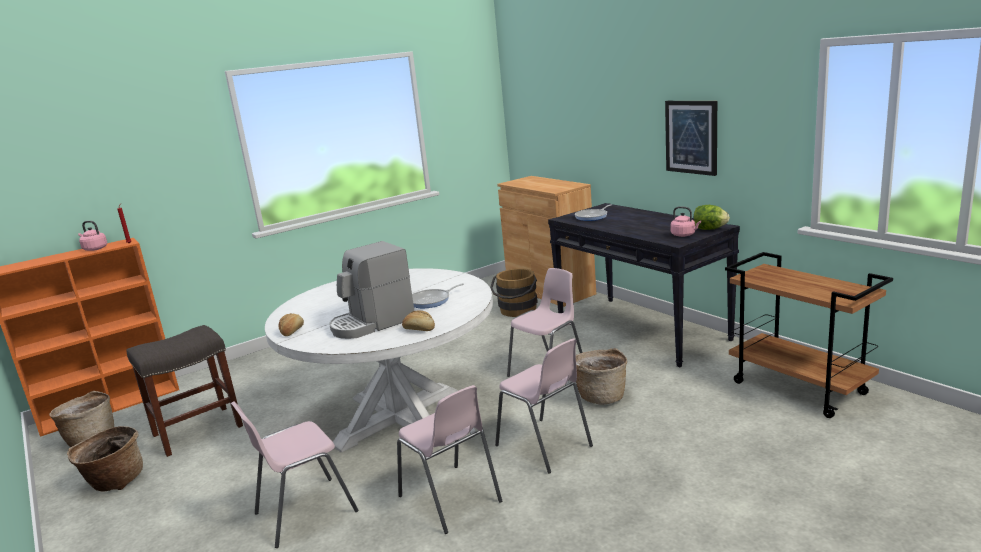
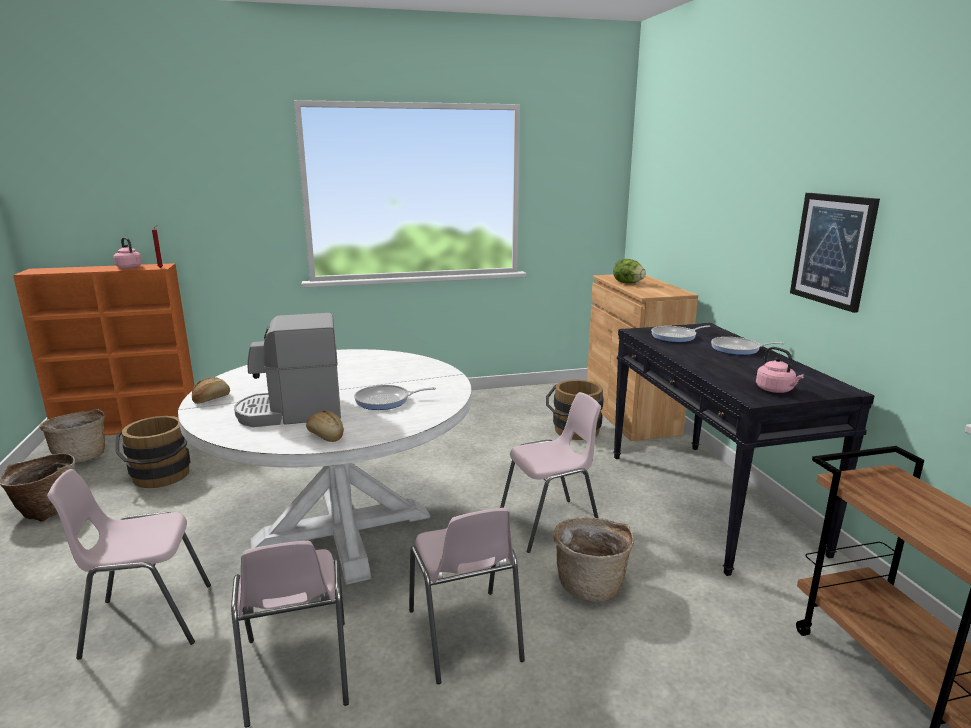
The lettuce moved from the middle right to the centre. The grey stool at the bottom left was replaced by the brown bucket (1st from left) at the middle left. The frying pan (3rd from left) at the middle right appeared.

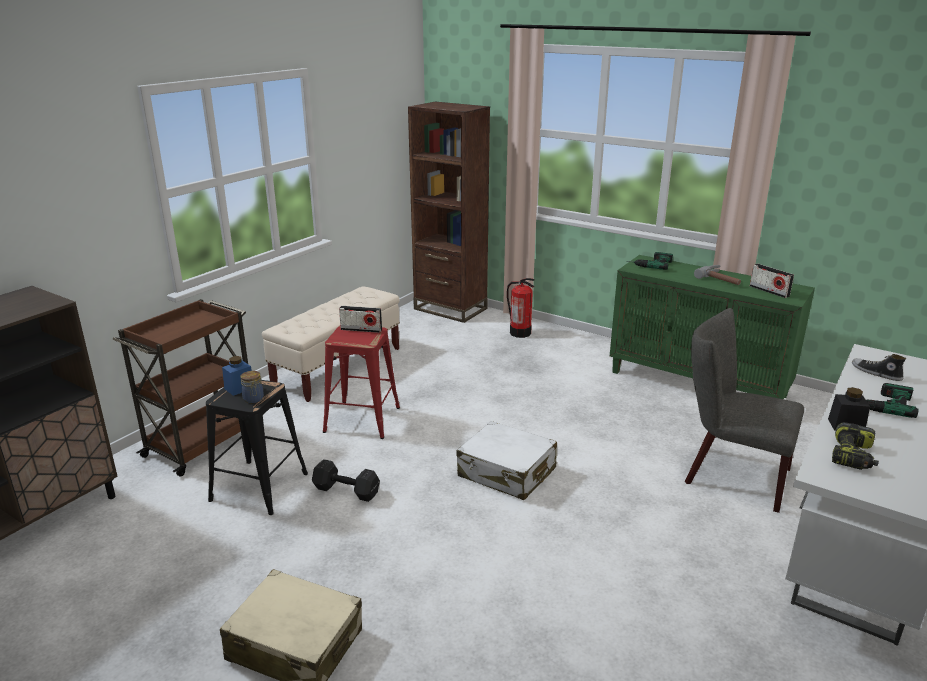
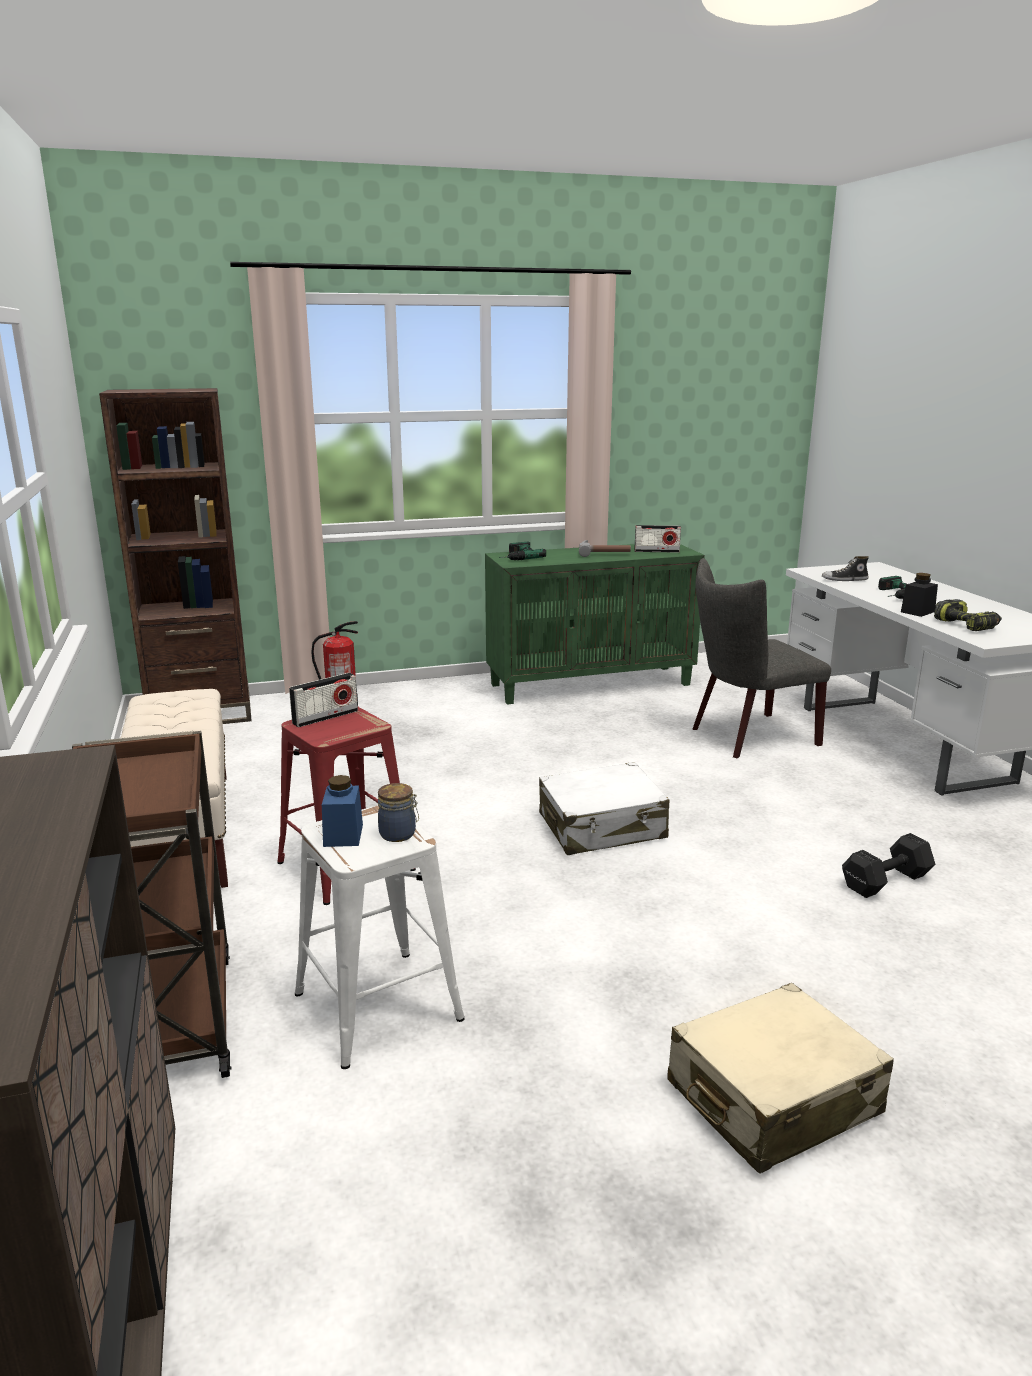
The black stool at the middle left became the white stool at the bottom centre. The black dumbbell moved from the bottom centre to the middle right.

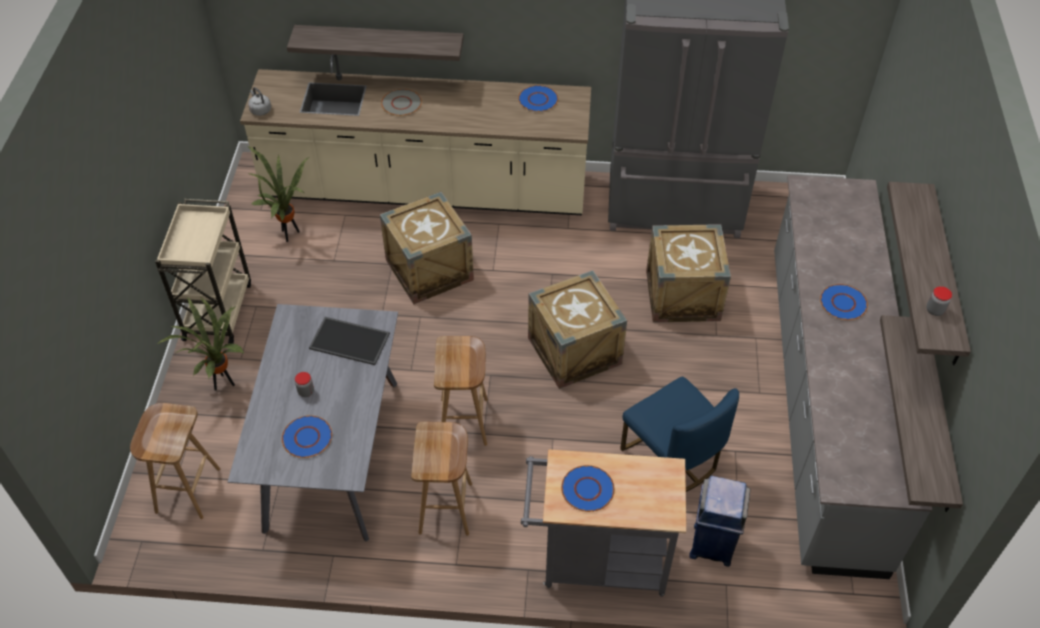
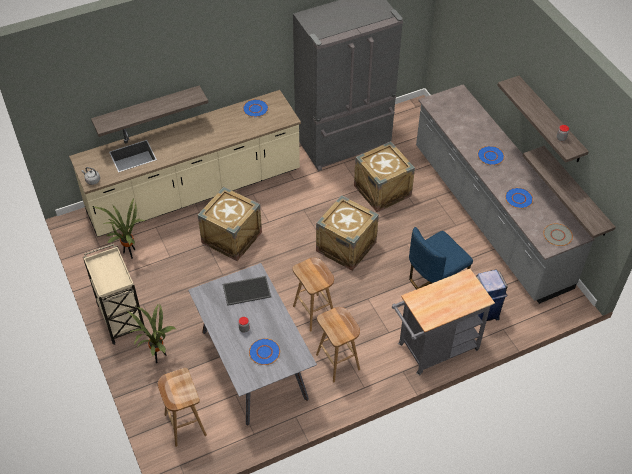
The grey plate moved from the top centre to the middle right. The blue chair at the bottom centre turned 120 degrees clockwise. The blue plate (3rd from left in the first image) moved from the bottom centre to the middle right.

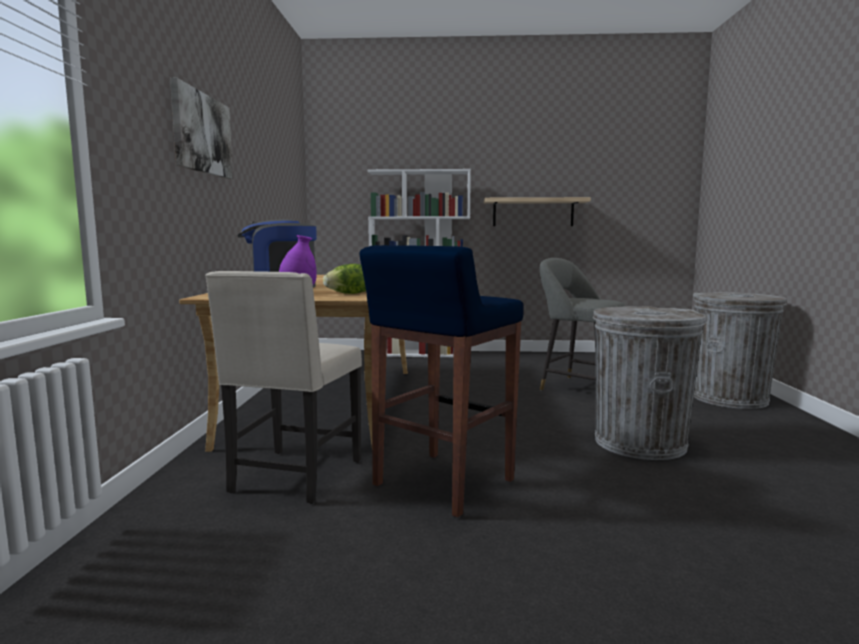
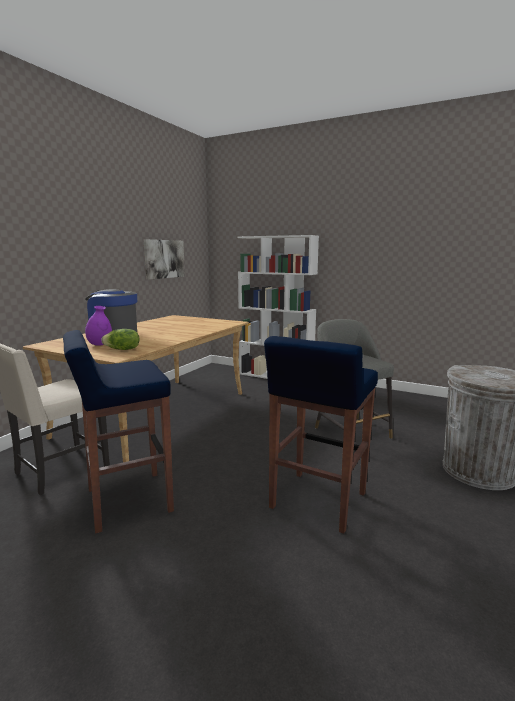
The picture moved from the top left to the middle left. The shelf at the top centre disappeared. The grey trash can (1st from left) at the middle right was replaced by the blue stool (2nd from left) at the centre.

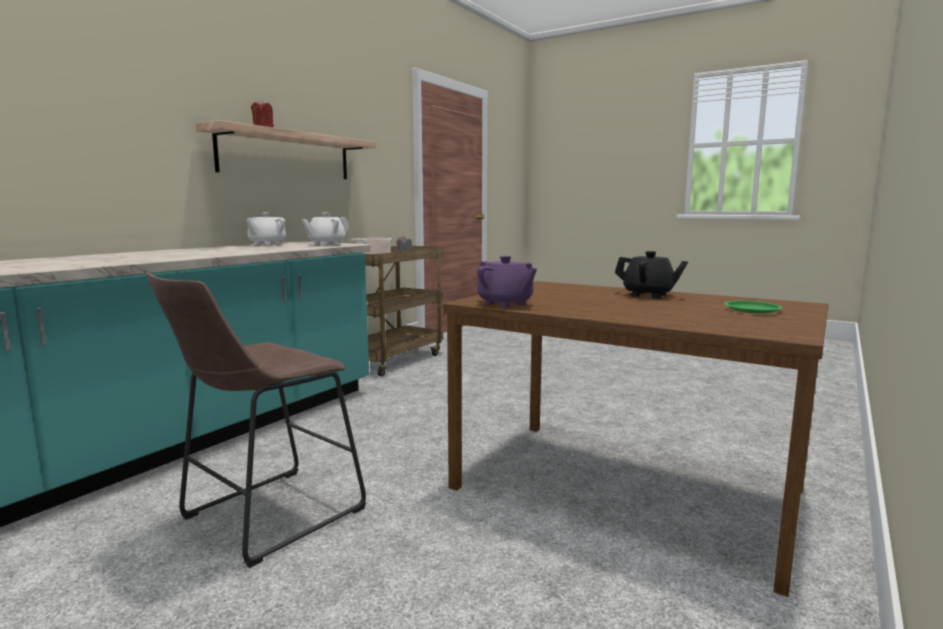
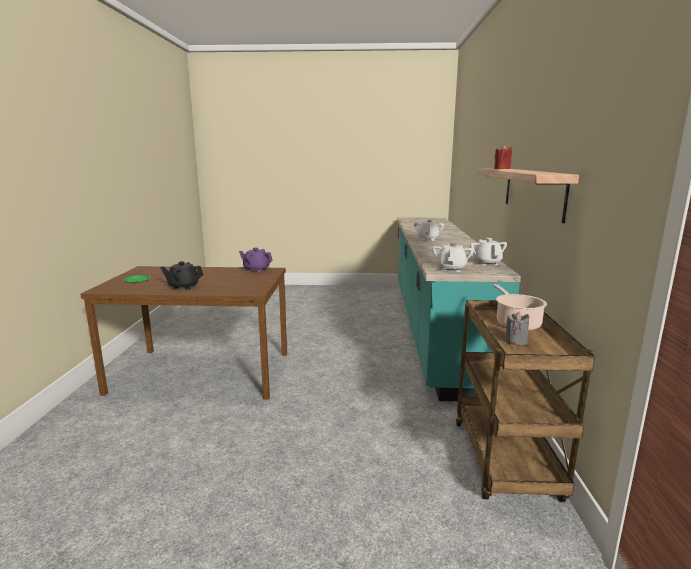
The brown stool at the bottom left disappeared. The white teapot (1st from left) at the centre appeared.

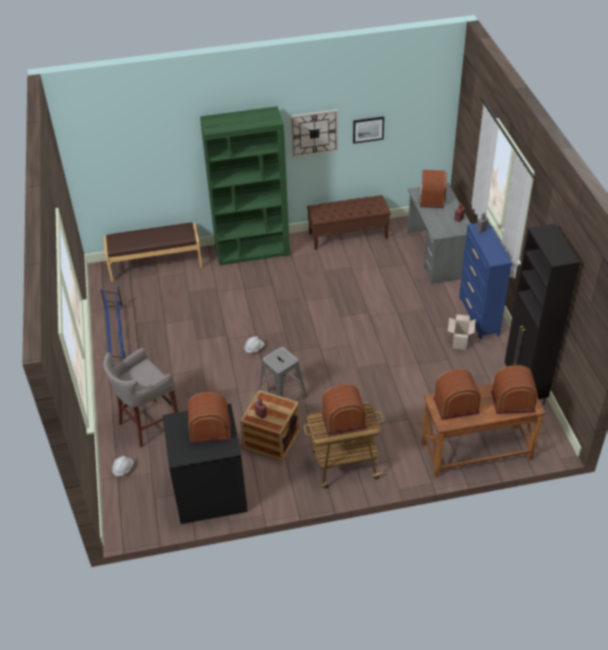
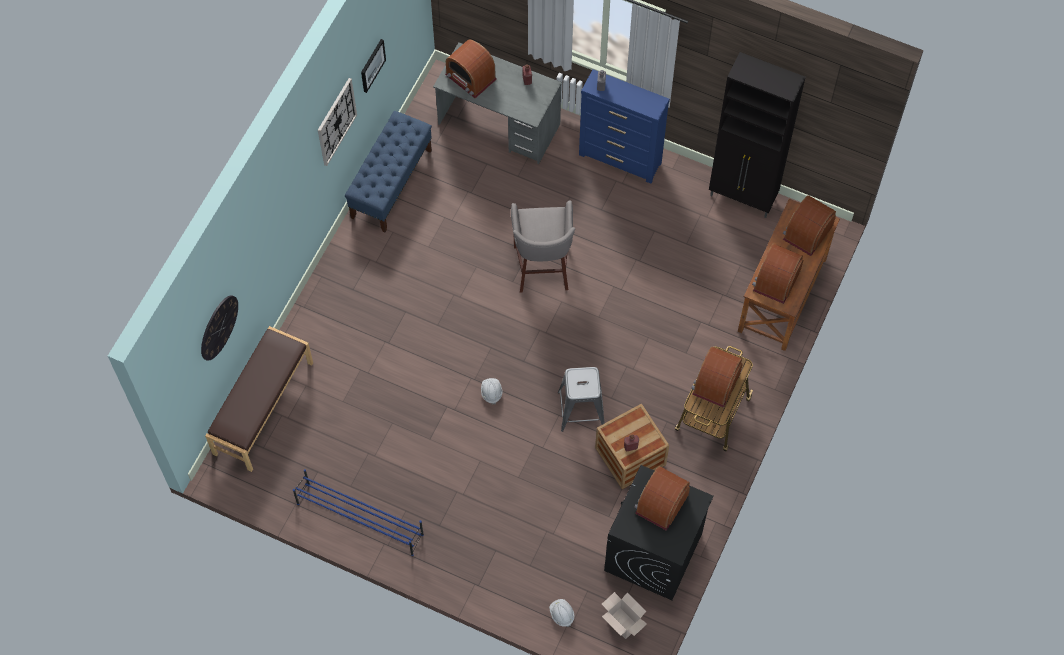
The green bookcase at the top centre disappeared. The brown bench (2nd from left) at the centre became the blue bench at the top centre. The cardboard box moved from the middle right to the bottom centre. The grey stool (1st from left) moved from the middle left to the centre. The wall clock (1st from left) at the middle left appeared.

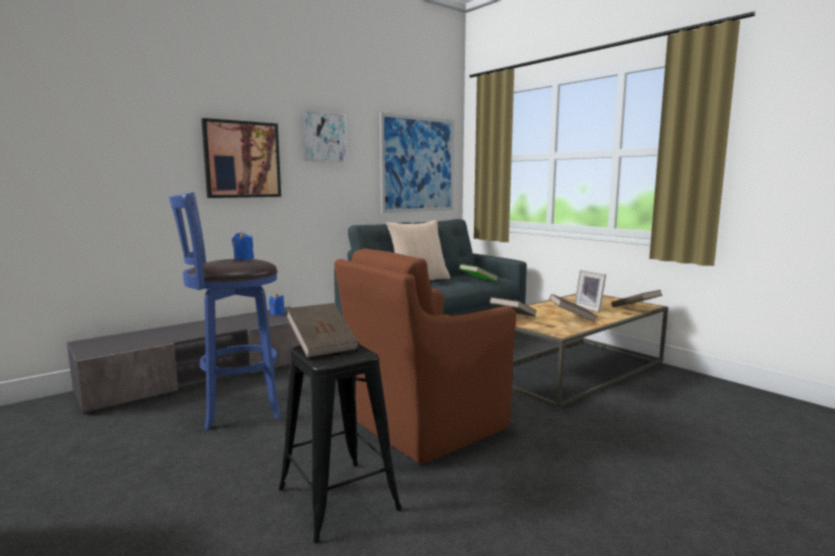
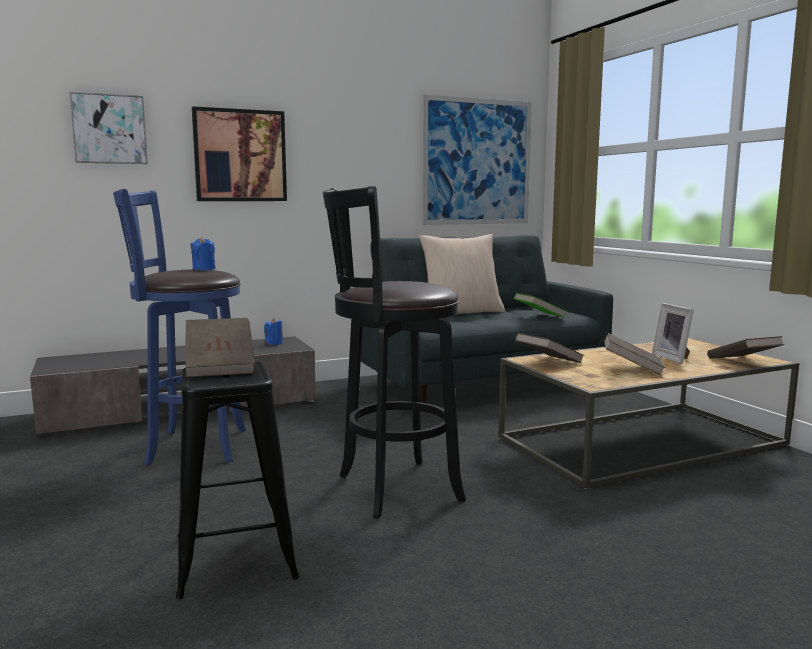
The picture (2nd from left in the first image) moved from the top centre to the top left. The brown armchair at the centre was replaced by the black stool (2nd from left) at the centre.

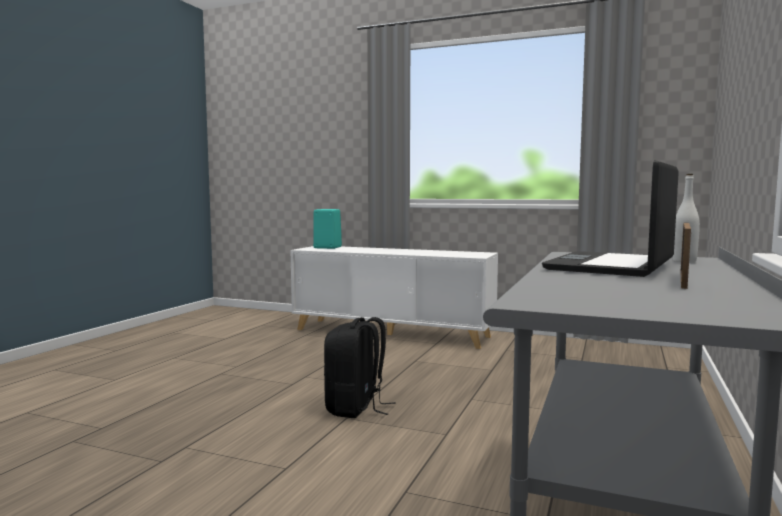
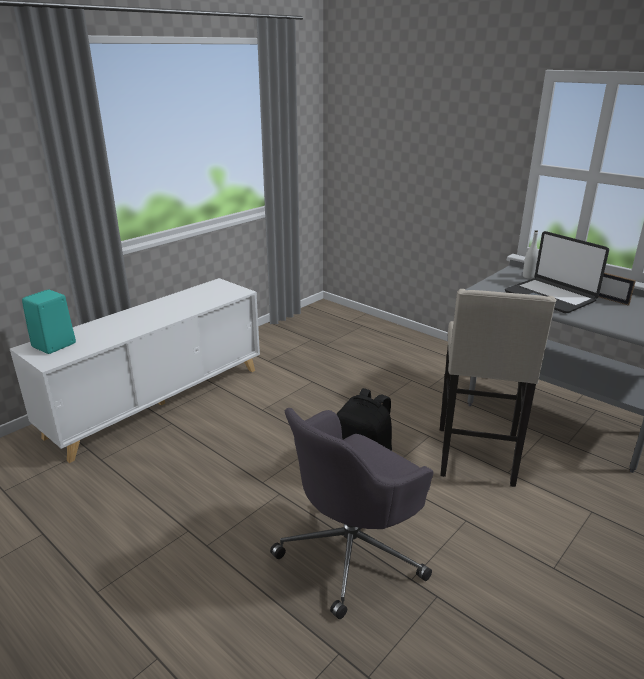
The beige stool at the middle right appeared. The grey office chair at the bottom centre appeared.

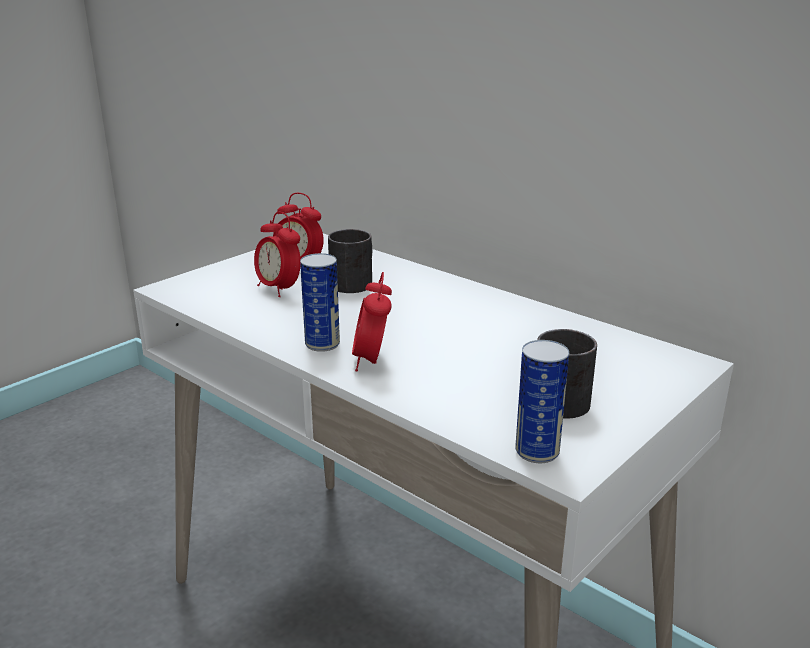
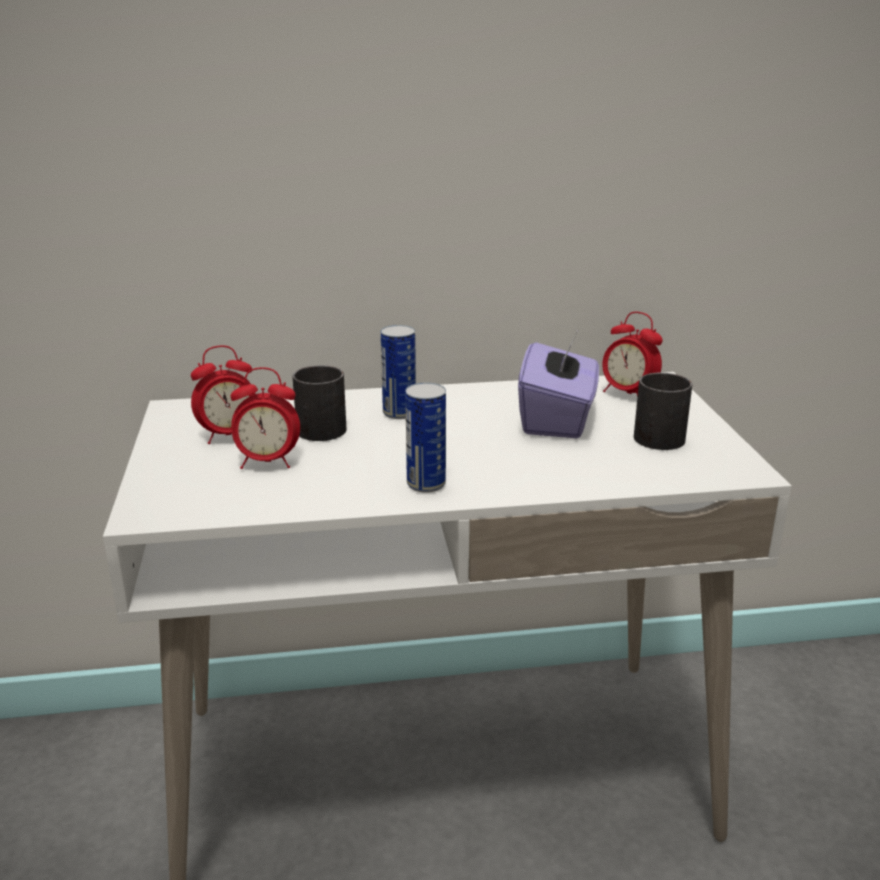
The alarm clock (3rd from left) moved from the centre to the middle right. The can (2nd from left in the first image) moved from the middle right to the centre. The purple tissue box at the centre appeared.

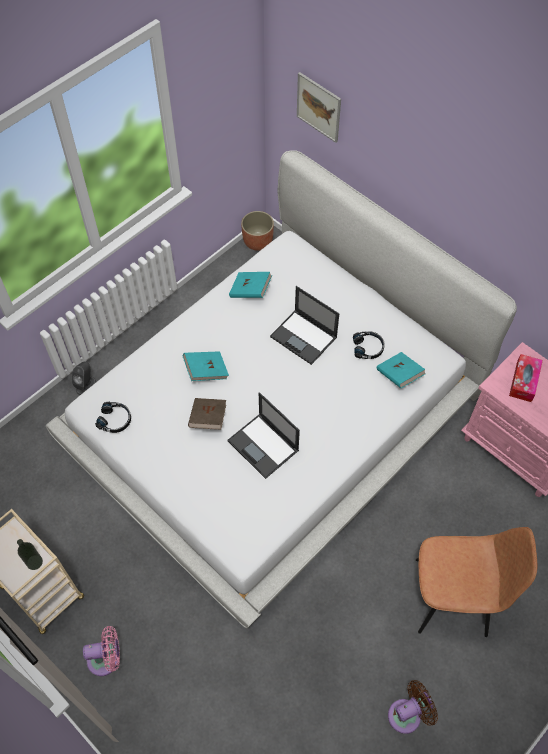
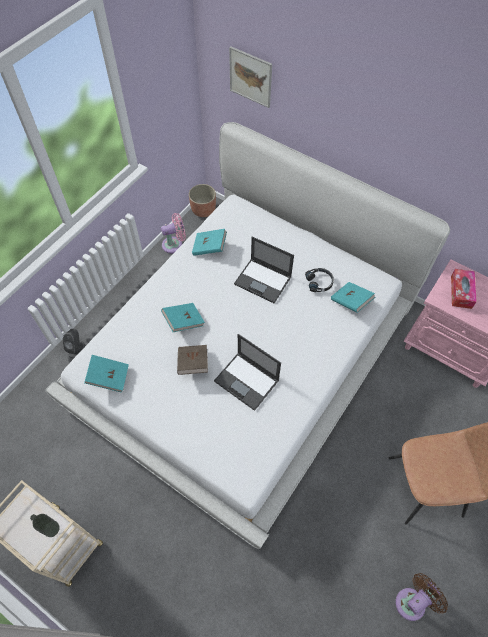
The black headphones (1st from left) at the middle left was replaced by the turquoise book (1st from left) at the middle left. The pink fan moved from the bottom left to the centre.

